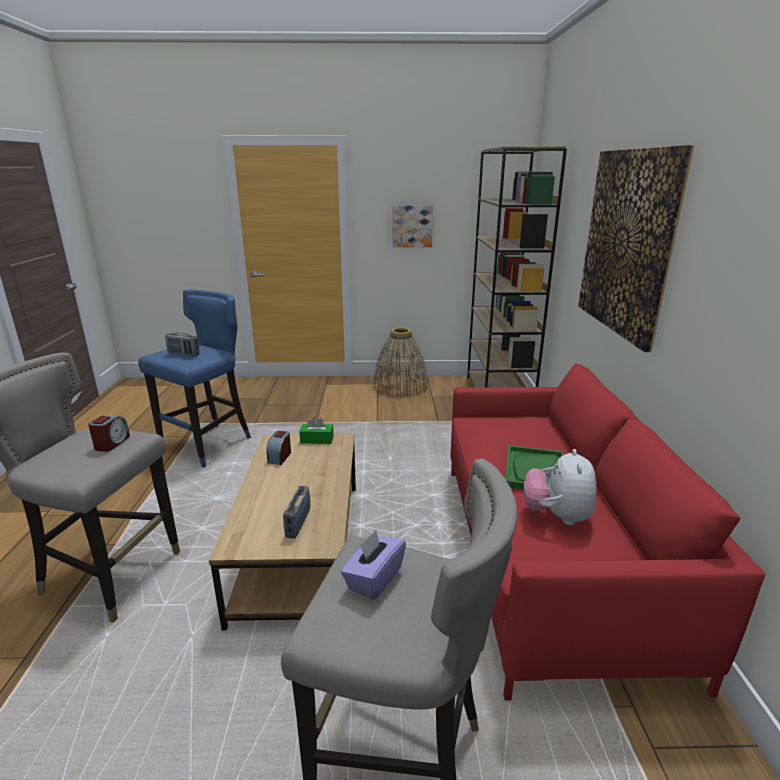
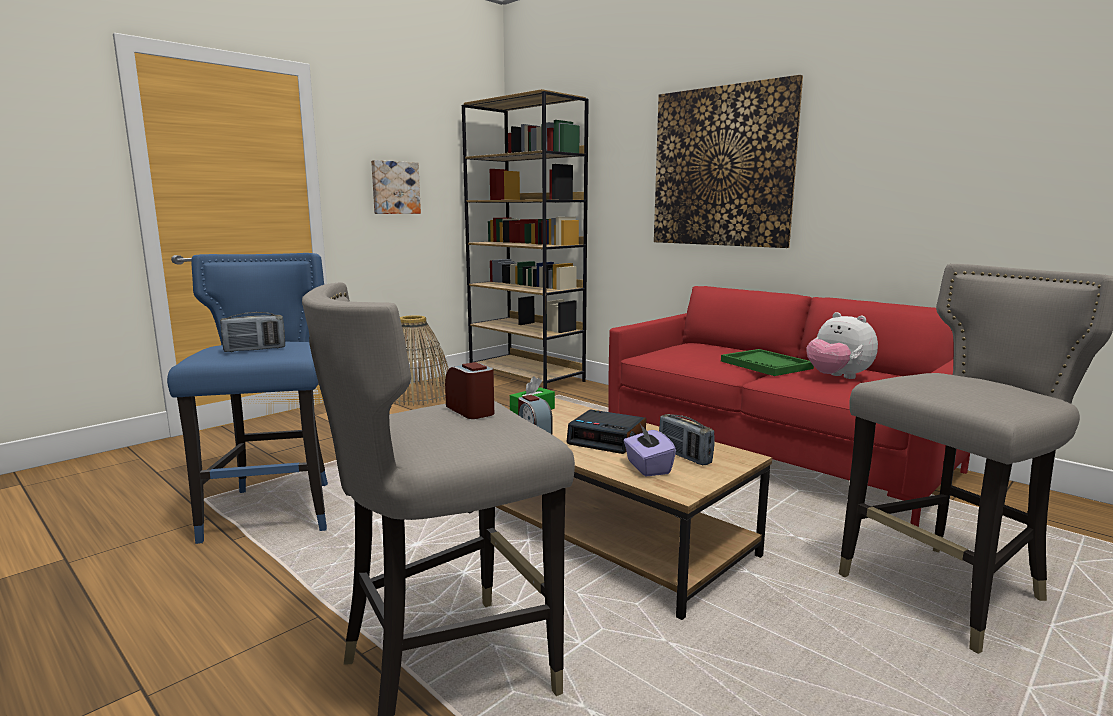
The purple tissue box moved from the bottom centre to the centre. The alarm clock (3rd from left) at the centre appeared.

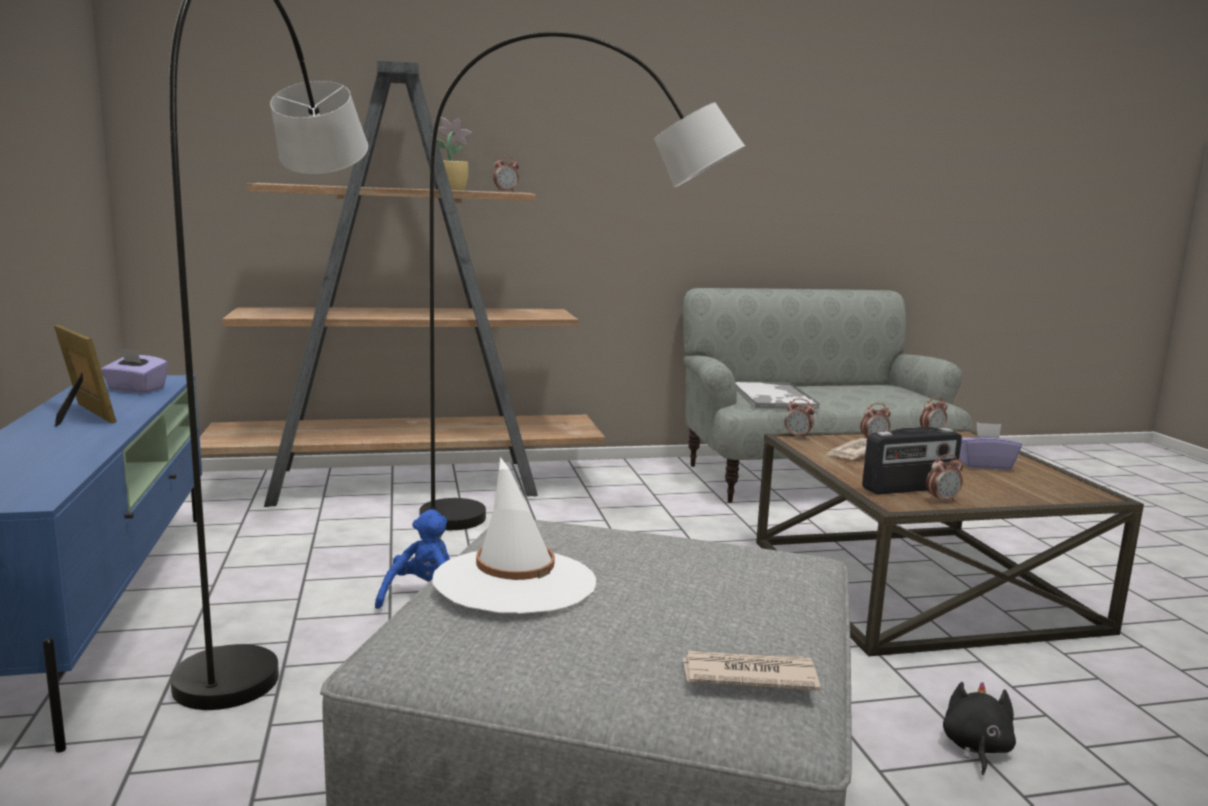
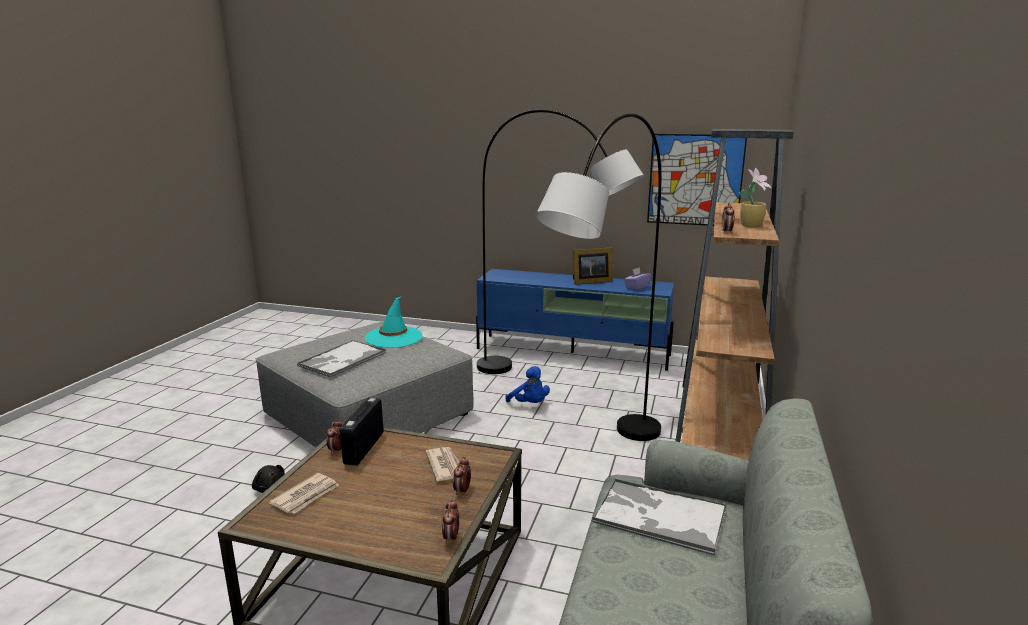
The alarm clock (2nd from left) at the centre disappeared. The purple tissue box (2nd from left) at the middle right disappeared. The white hat at the centre became the turquoise hat at the centre. The newspaper (1st from left) moved from the bottom centre to the bottom left. The picture at the top right appeared. The tray (1st from left) at the middle left appeared.

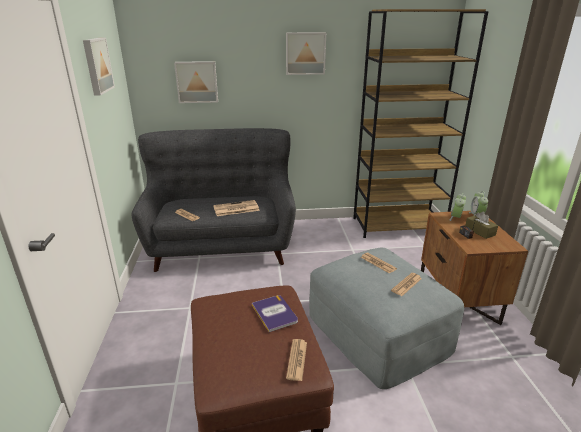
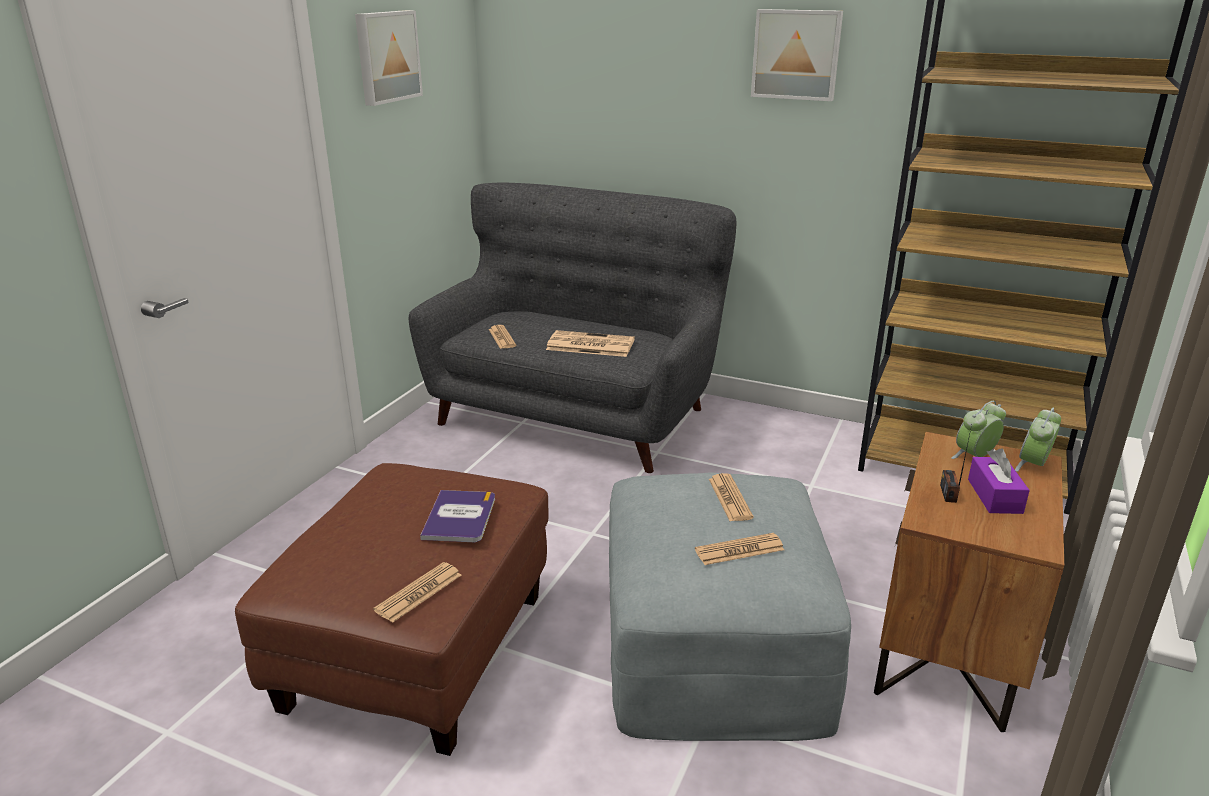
The picture (2nd from left) at the top centre disappeared. The brown tissue box at the middle right became the purple tissue box at the middle right.

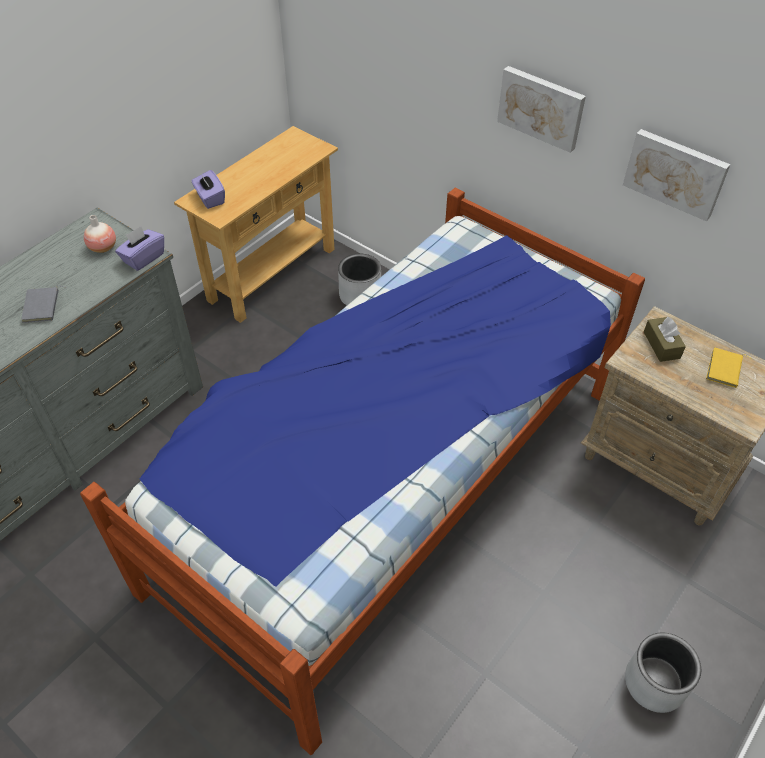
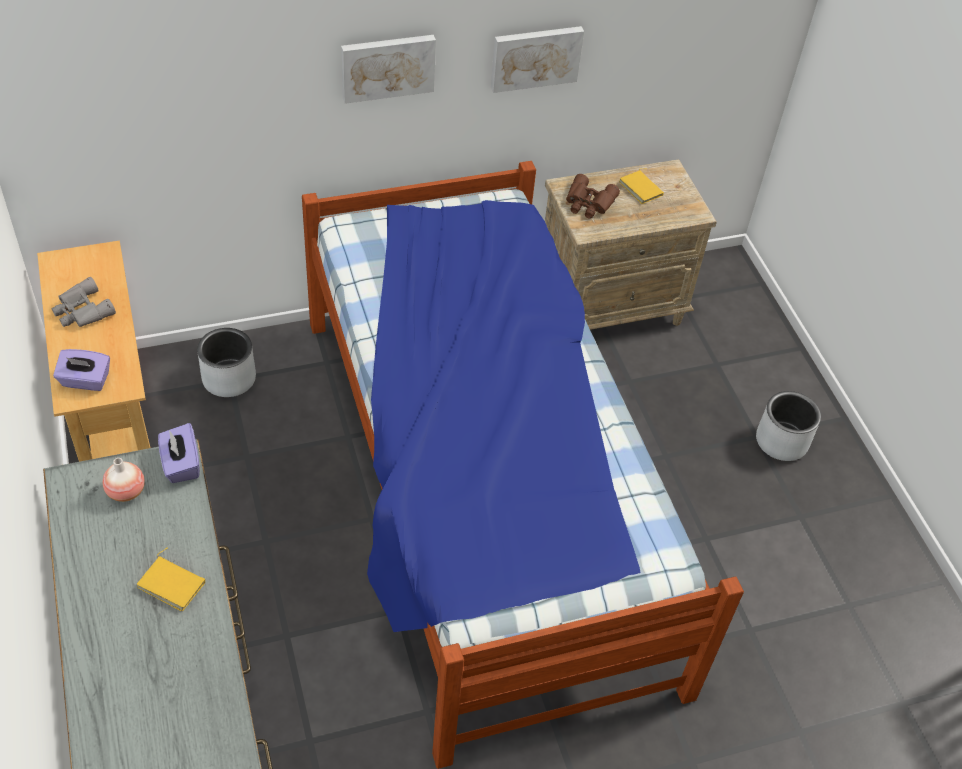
The grey book at the middle left became the yellow book (1st from left) at the bottom left. The brown tissue box at the middle right was replaced by the brown binoculars at the top centre. The grey binoculars at the middle left appeared.

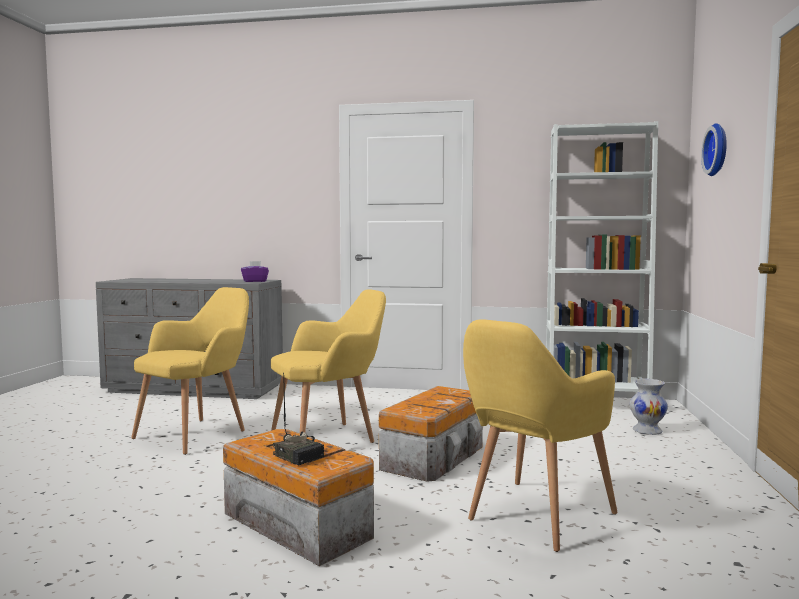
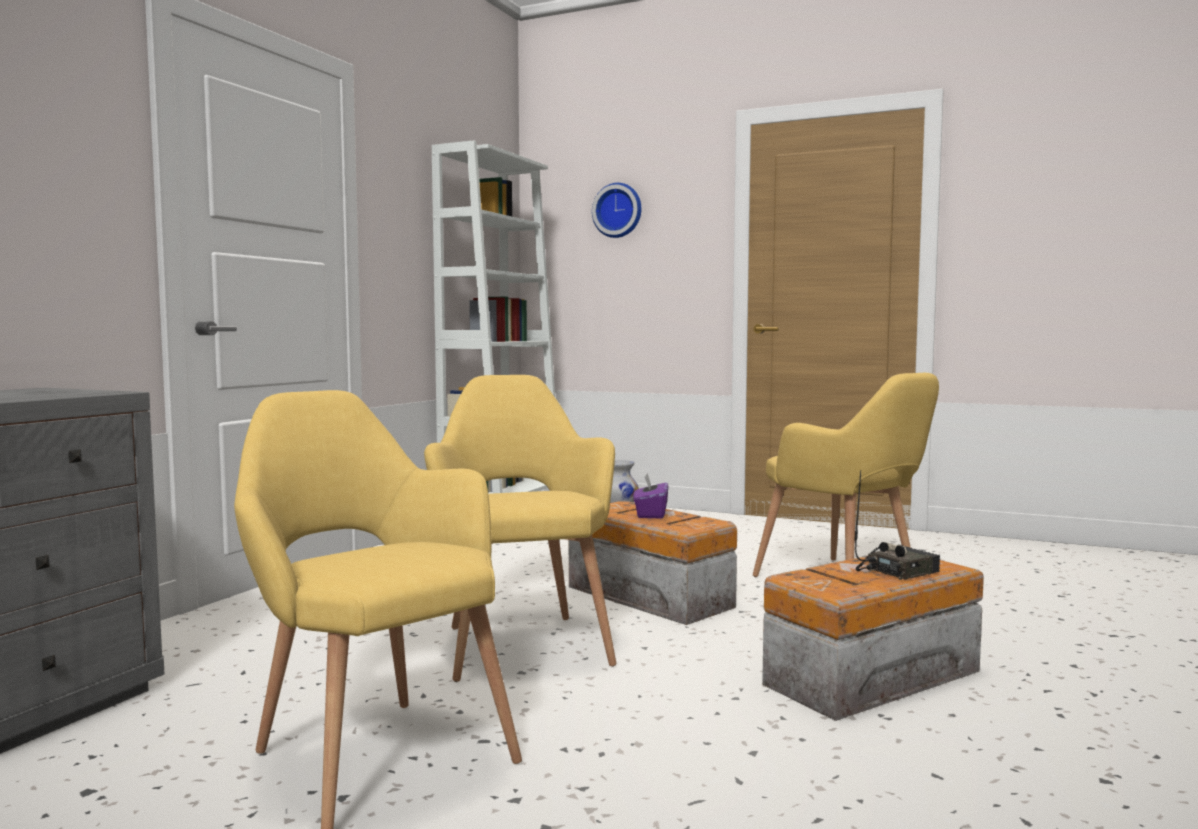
The purple tissue box moved from the middle left to the centre.

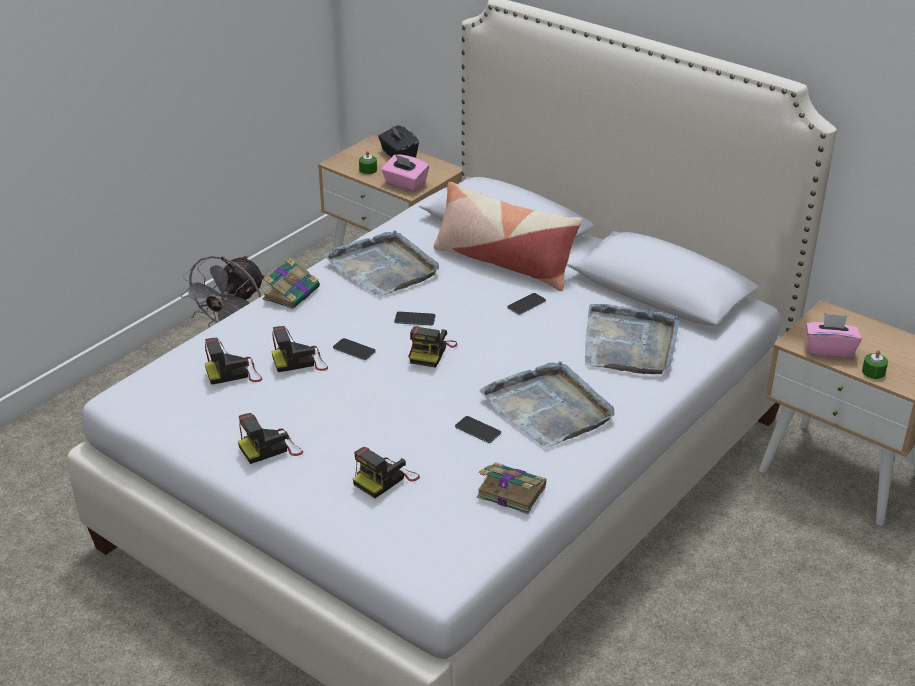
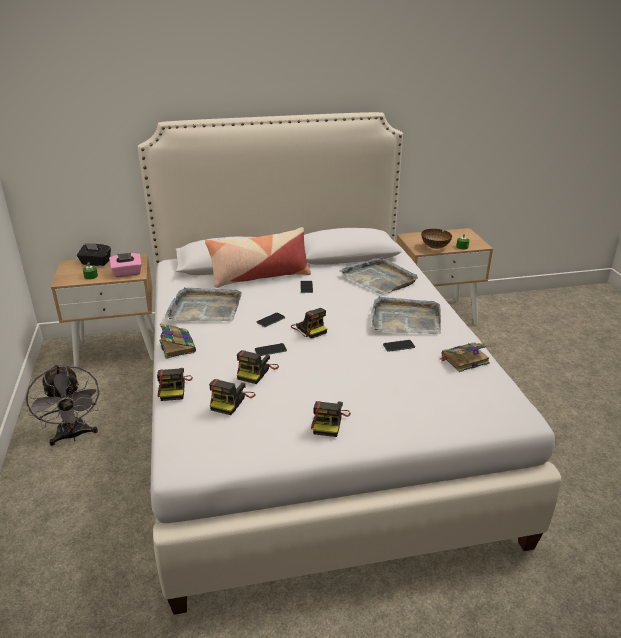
The pink tissue box (2nd from left) at the middle right was replaced by the bowl at the middle right. The photo camera (4th from left in the first image) moved from the bottom centre to the middle left.

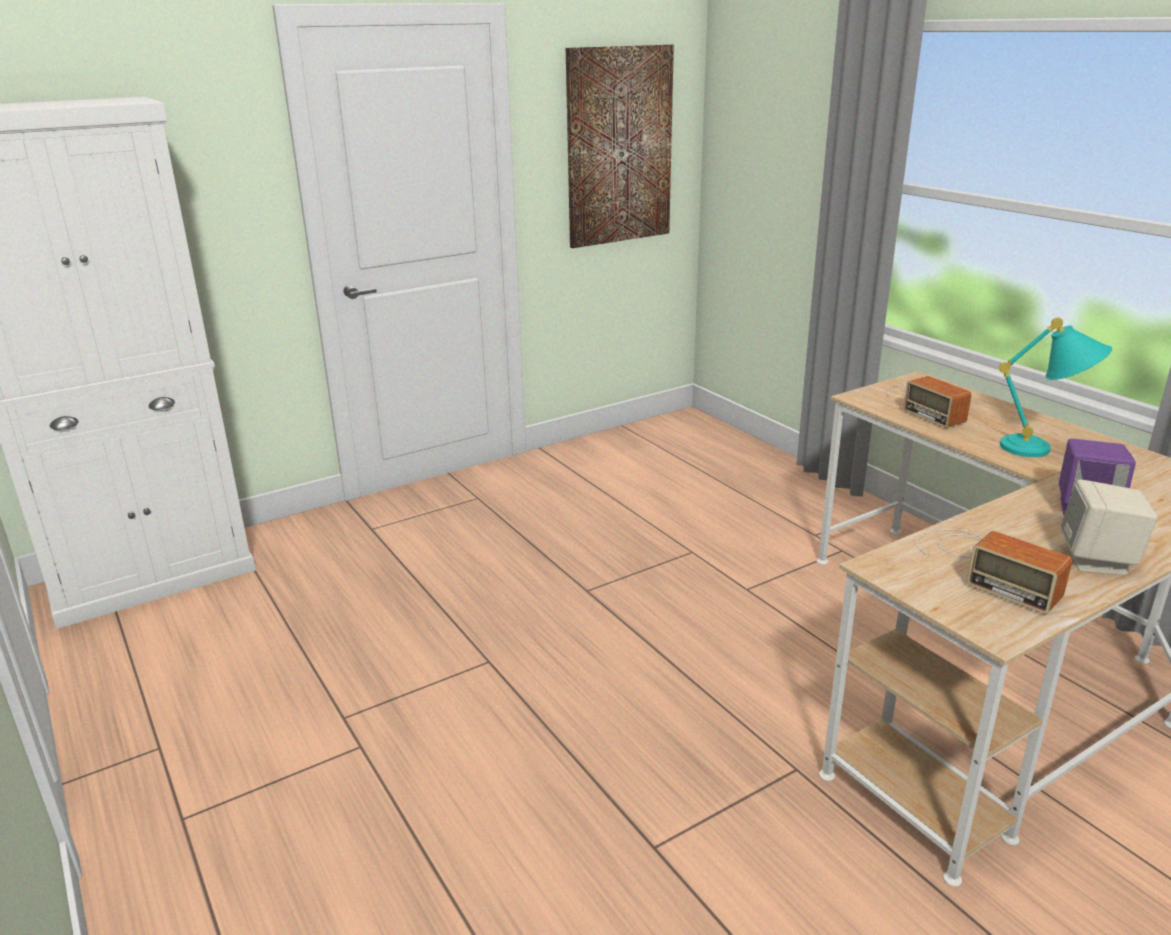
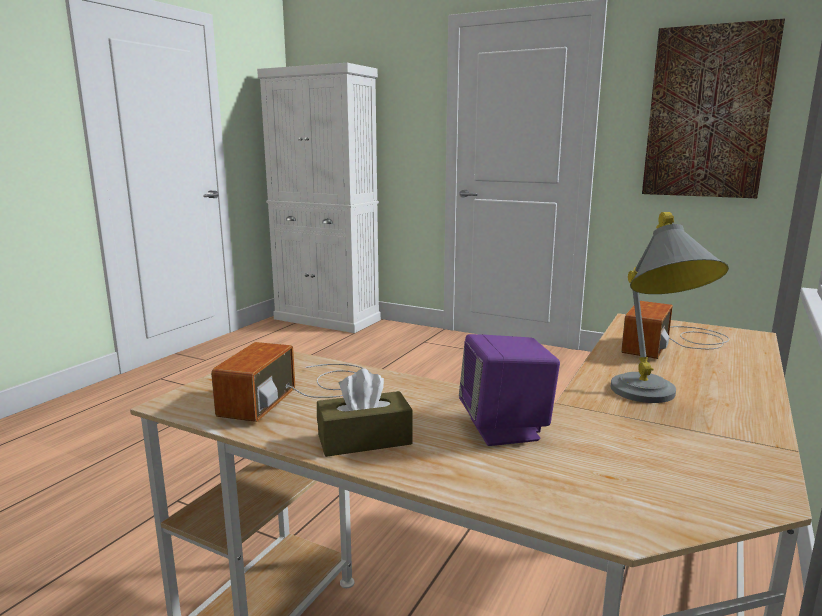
The turquoise table lamp at the middle right became the grey table lamp at the middle right. The beige speaker at the middle right was replaced by the brown tissue box at the bottom centre.

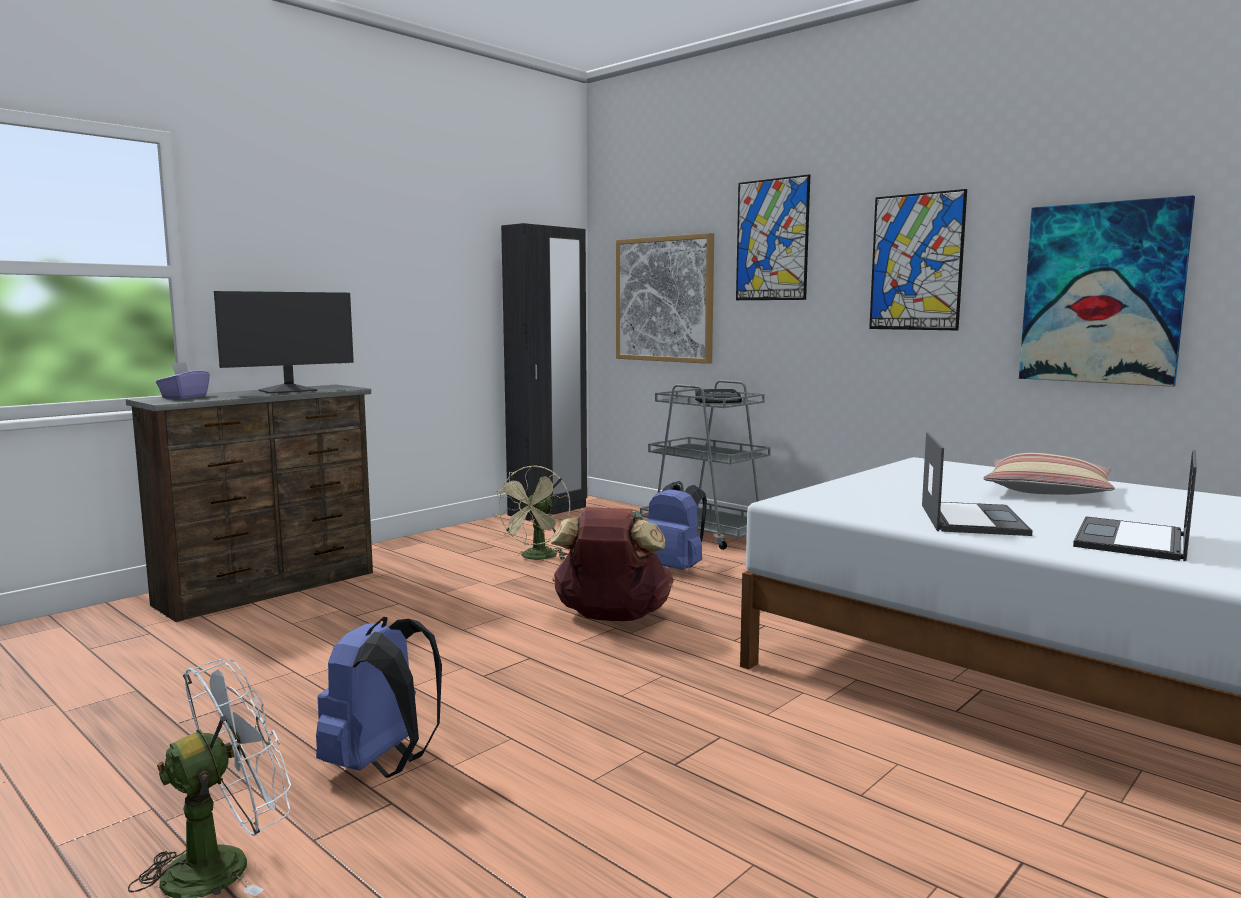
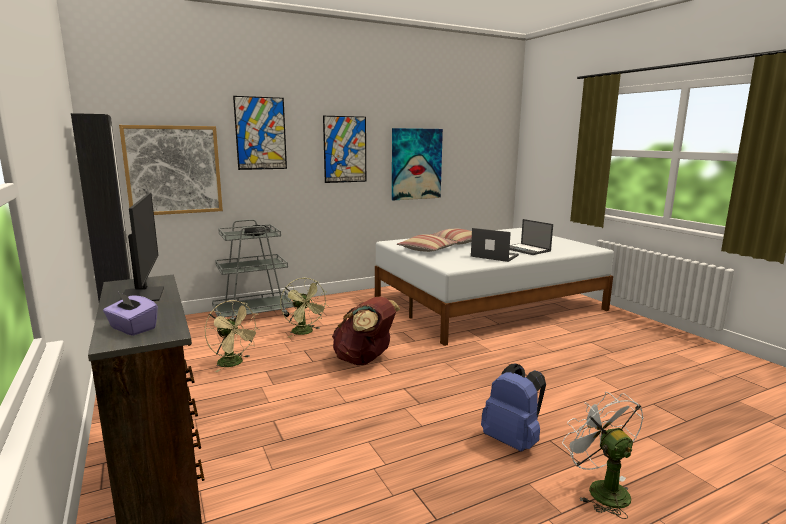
The blue backpack (2nd from left) at the centre was replaced by the green fan at the centre. The pillow (1st from left) at the centre appeared.

